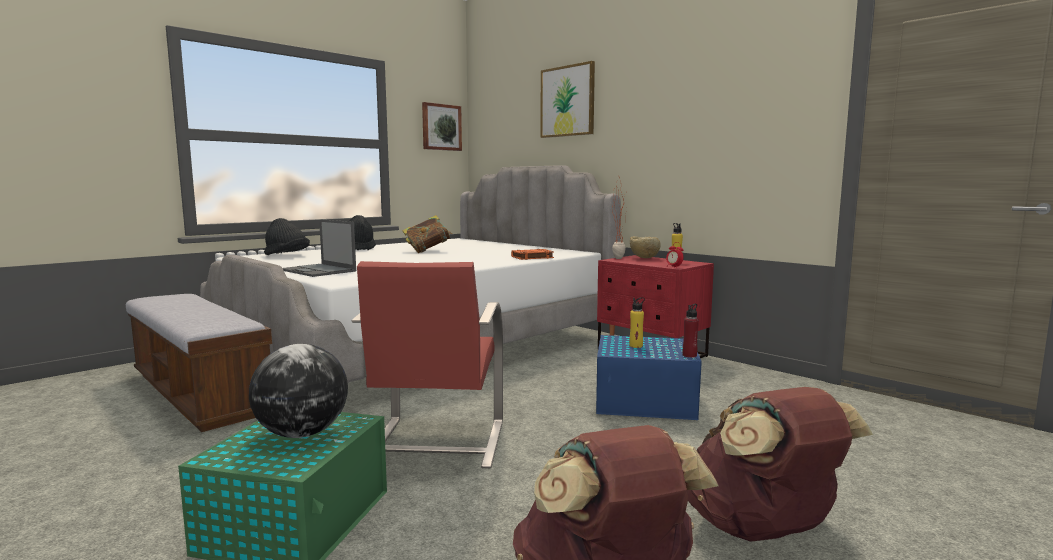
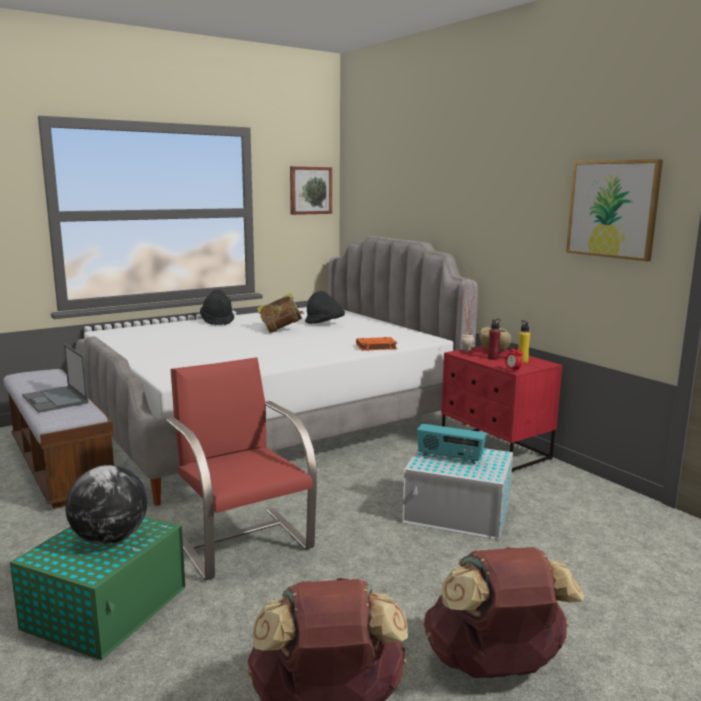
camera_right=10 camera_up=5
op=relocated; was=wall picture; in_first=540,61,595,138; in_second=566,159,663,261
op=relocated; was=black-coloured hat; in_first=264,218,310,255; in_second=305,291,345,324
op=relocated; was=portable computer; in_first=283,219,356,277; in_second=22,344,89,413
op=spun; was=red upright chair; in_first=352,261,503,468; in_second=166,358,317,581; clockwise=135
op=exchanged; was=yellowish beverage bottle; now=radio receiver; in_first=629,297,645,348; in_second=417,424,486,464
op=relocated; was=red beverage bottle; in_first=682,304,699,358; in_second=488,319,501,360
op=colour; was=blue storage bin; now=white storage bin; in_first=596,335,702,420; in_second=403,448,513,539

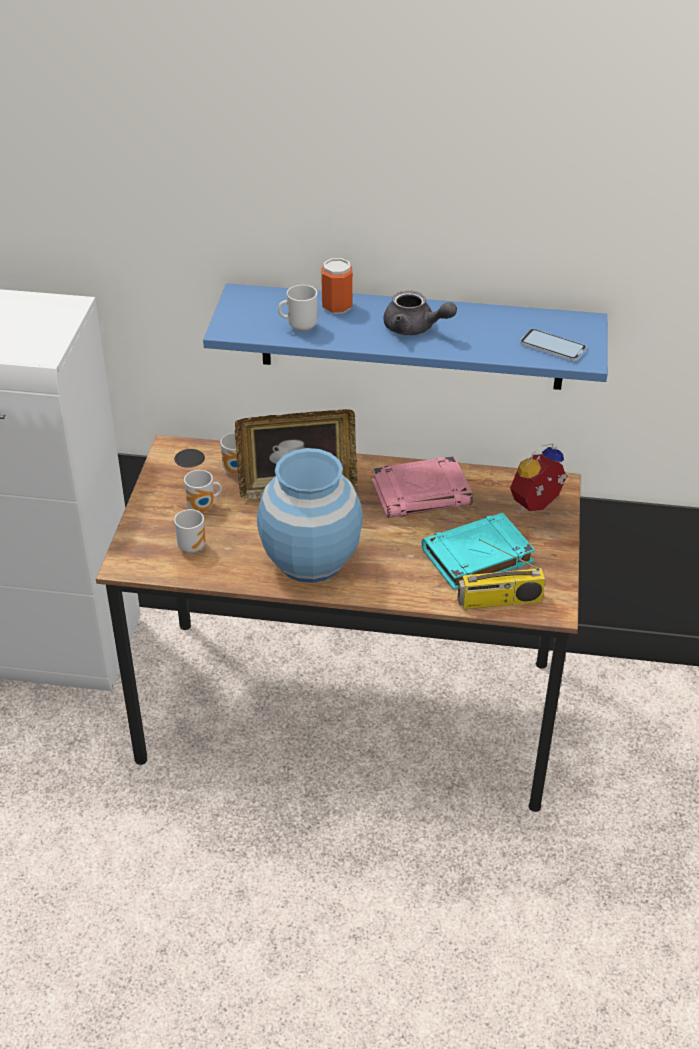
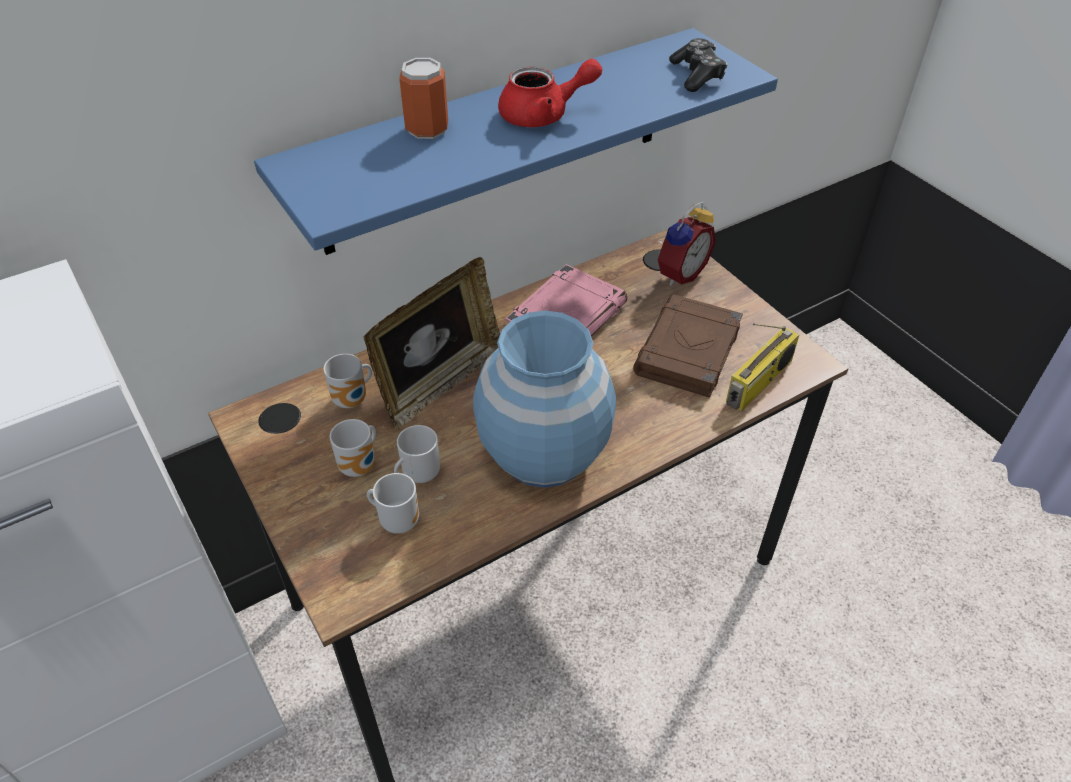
camera_right=-40 camera_up=5
op=relocated; was=tea mug; in_first=278,285,317,332; in_second=394,425,440,483
op=colour; was=greyish pot for tea; now=red pot for tea; in_first=383,290,457,335; in_second=498,58,602,127
op=exchanged; was=telephone; now=joypad; in_first=520,329,587,361; in_second=669,38,727,92
op=spun; was=bedside clock; in_first=510,443,567,512; in_second=657,202,716,286; clockwise=-150
op=colour; was=turquoise-coloured volume; now=brown volume; in_first=422,513,535,590; in_second=633,294,743,398

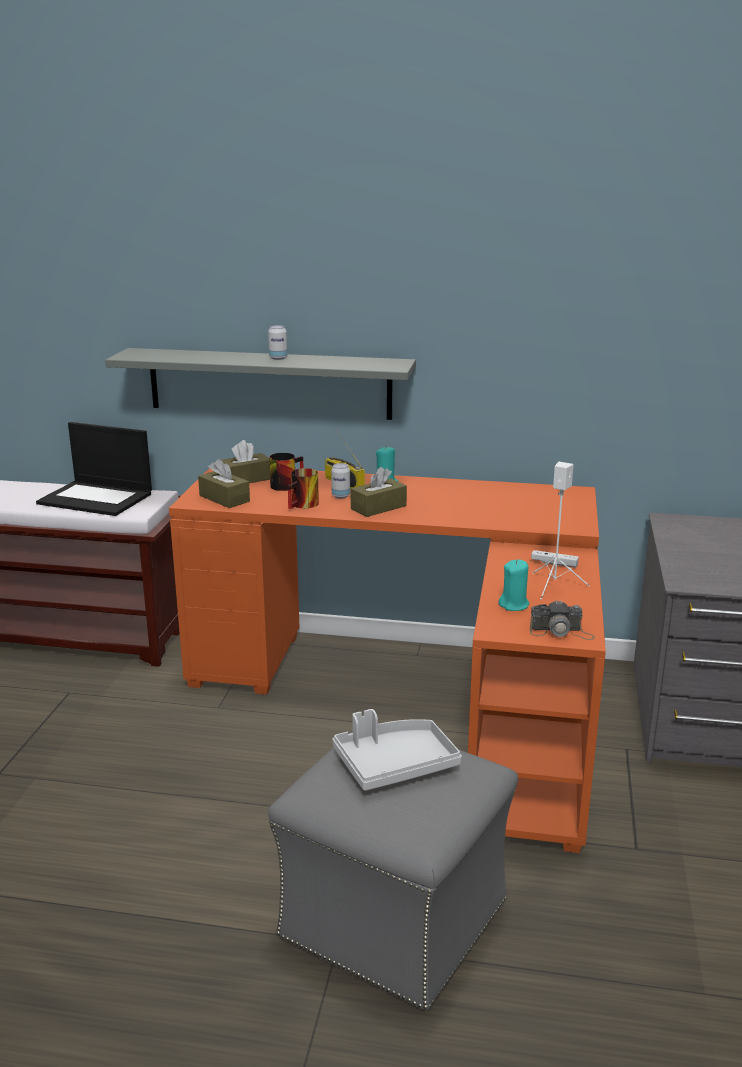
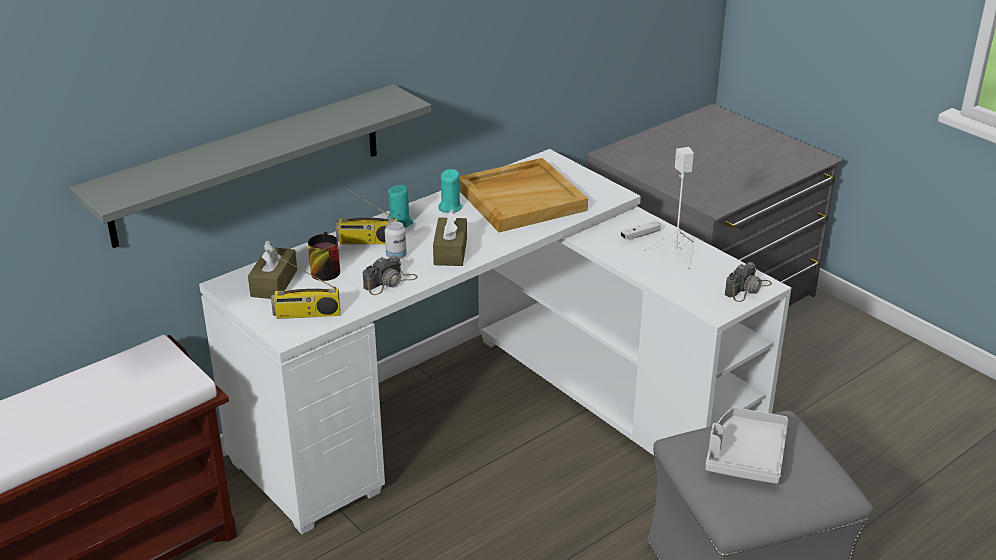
camera_right=-50 camera_up=10
op=missing; was=sealed can; in_first=268,325,287,360
op=missing; was=portable computer; in_first=36,422,152,516
op=exchanged; was=brown tissue holder; now=radio receiver; in_first=198,459,250,508; in_second=271,258,340,319
op=colour; was=orangey desk table; now=white desk table; in_first=169,468,606,853; in_second=199,149,791,534
op=exchanged; was=tea mug; now=photo camera; in_first=288,468,319,509; in_second=363,255,418,295
op=relocated; was=turquoise-coloured candle; in_first=498,560,529,611; in_second=438,169,462,213
op=appeared; now=sand-coloured tray; in_second=460,158,588,232

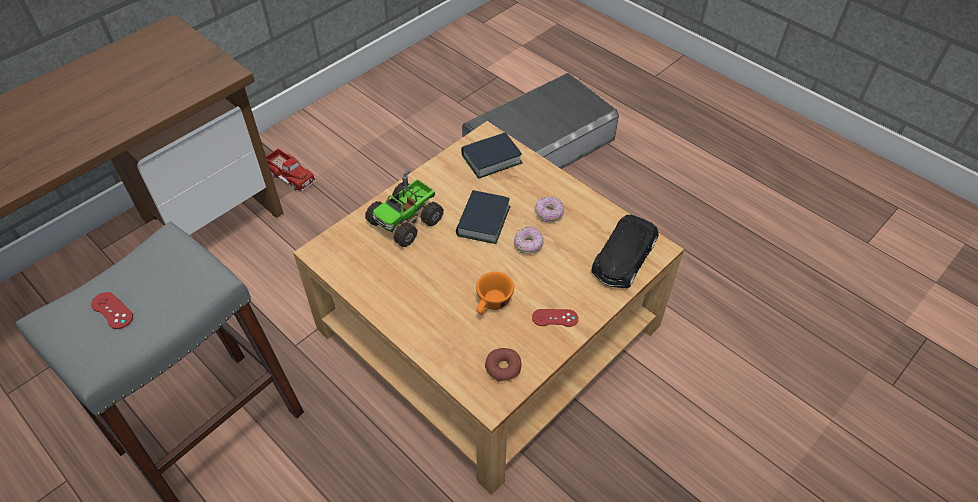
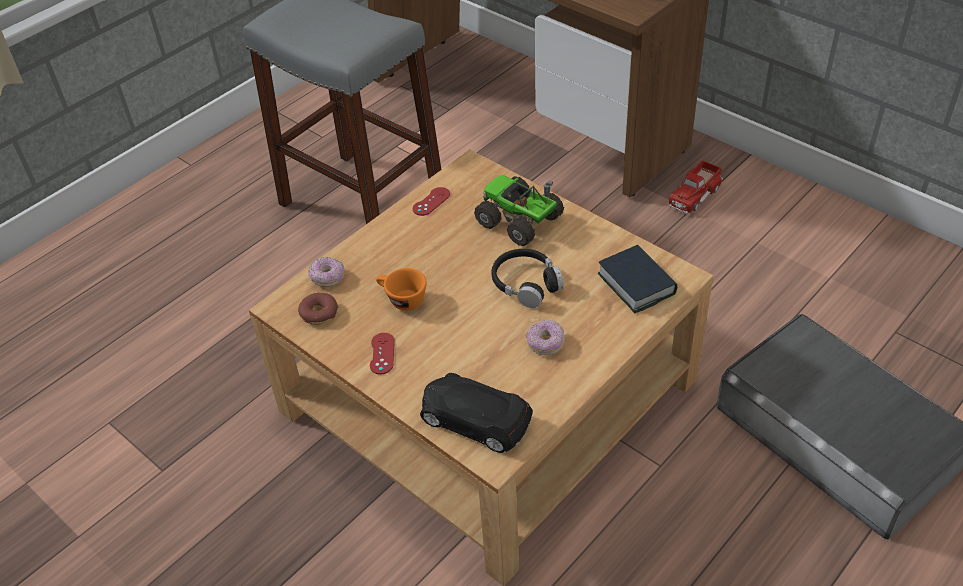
camera_right=90 camera_up=-5
op=exchanged; was=volume; now=black-coloured headset; in_first=456,190,511,244; in_second=491,249,564,308
op=relocated; was=doughnut; in_first=514,226,544,254; in_second=308,257,345,287
op=relocated; was=red joypad; in_first=91,292,133,329; in_second=413,187,450,216

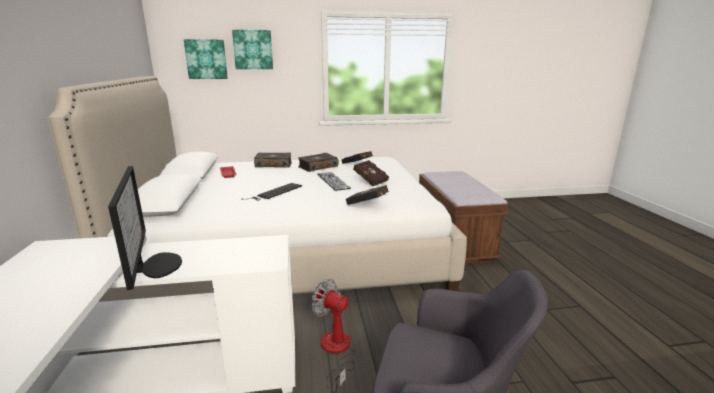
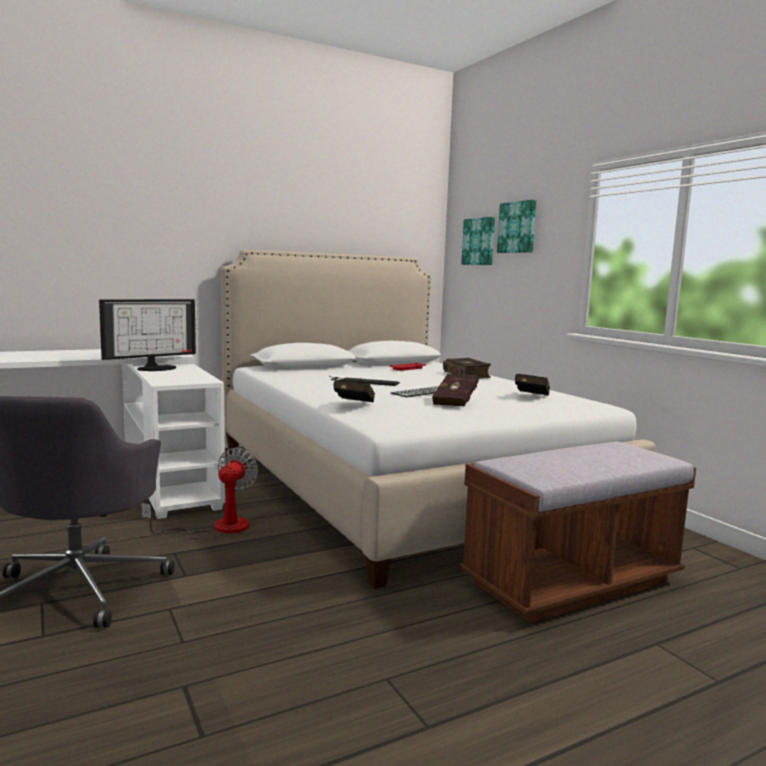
camera_right=70 camera_up=-10
op=missing; was=volume; in_first=298,153,339,172

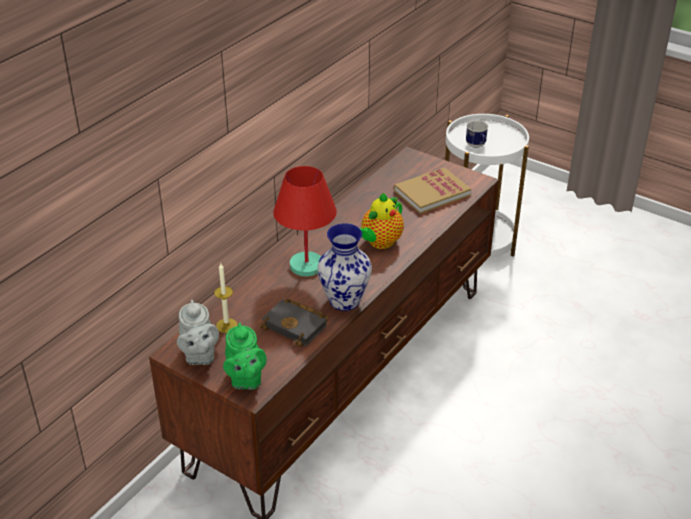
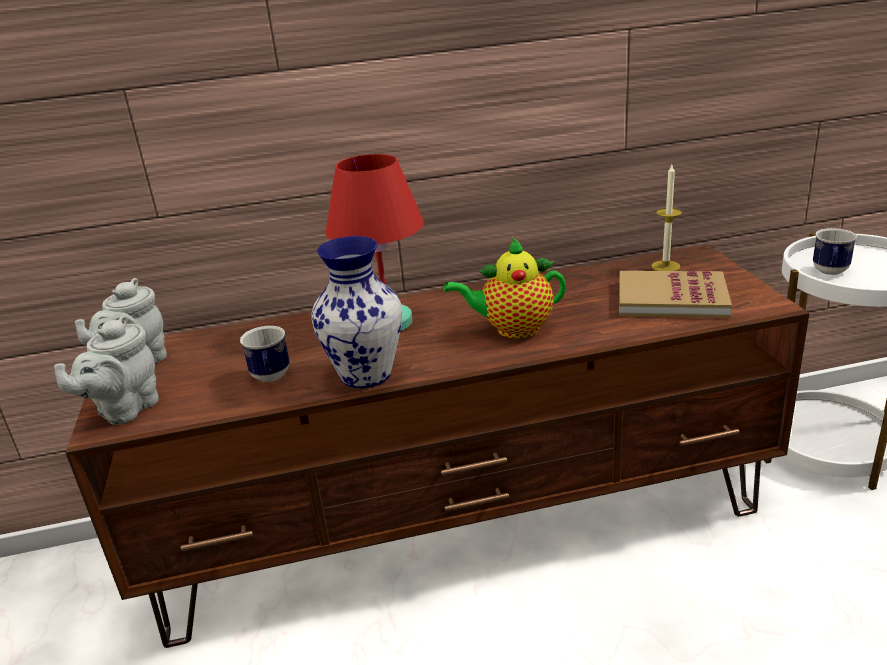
camera_right=45 camera_up=-10
op=relocated; was=candle; in_first=214,262,238,333; in_second=651,165,682,271
op=exchanged; was=black-coloured volume; now=tea mug; in_first=260,299,328,346; in_second=240,326,289,382
op=colour; was=green-coloured pot for tea; now=greyish pot for tea; in_first=223,323,267,390; in_second=54,315,159,425

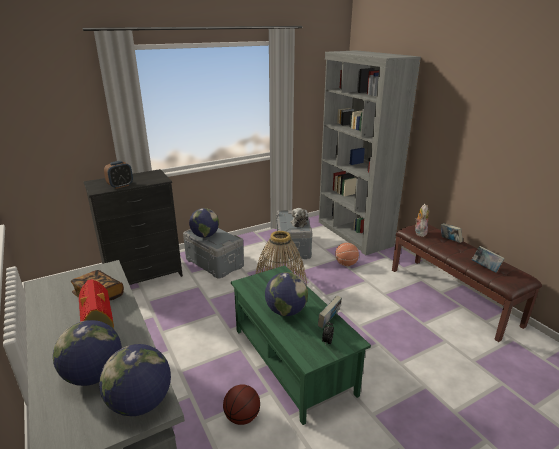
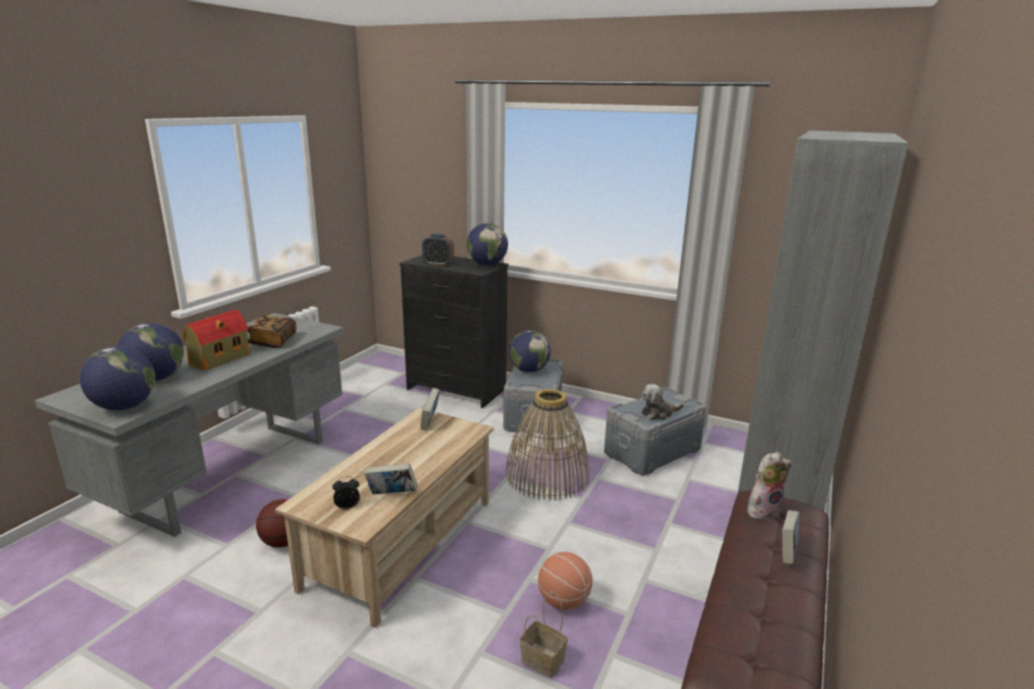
camera_right=55 camera_up=-5
op=relocated; was=ball for basketball; in_first=335,243,359,266; in_second=538,552,592,610
op=relocated; was=volume; in_first=472,246,505,273; in_second=420,388,439,431
op=colour; was=green-coloured coffee table; now=sand-coloured coffee table; in_first=231,266,371,425; in_second=275,408,494,628
op=relocated; was=world globe; in_first=265,272,308,316; in_second=467,223,508,265
op=appeared; now=household basket; in_second=520,592,567,678

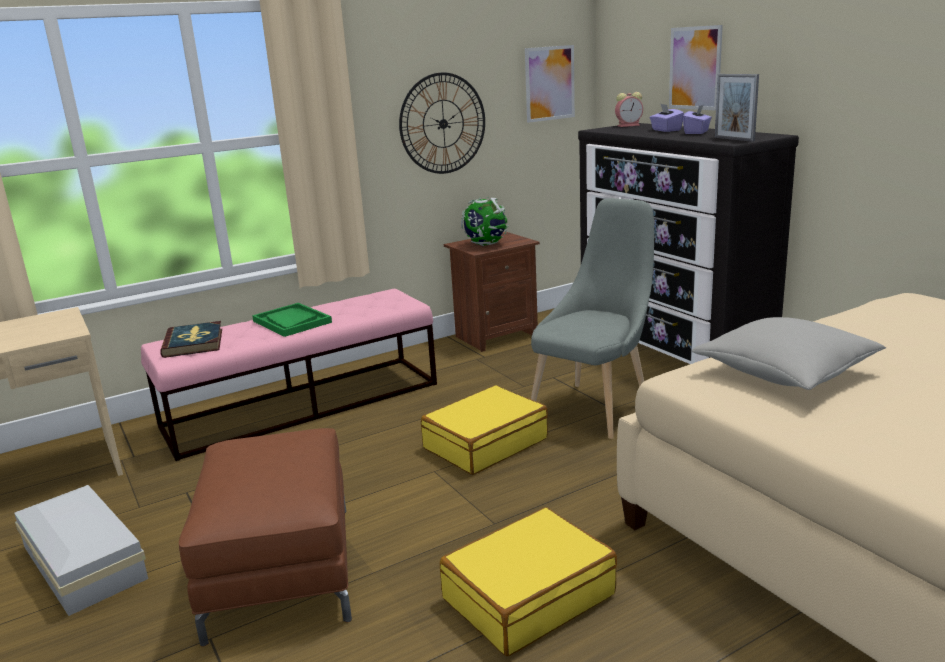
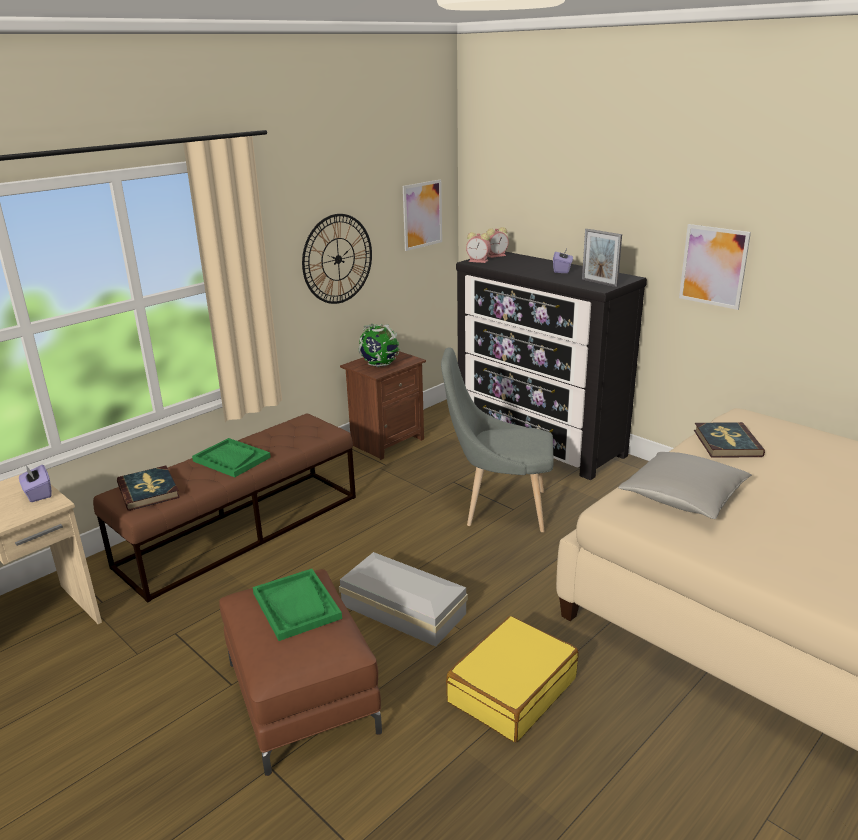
camera_right=-15 camera_up=5
op=relocated; was=wall picture; in_first=669,25,723,111; in_second=679,224,751,310
op=relocated; was=purple-coloured tissue holder; in_first=650,104,684,132; in_second=19,465,52,502
op=spun; was=greyish upright chair; in_first=531,198,654,439; in_second=441,347,554,532; clockwise=-105
op=colour; was=pinkish long seat; now=brown long seat; in_first=141,289,437,461; in_second=93,413,356,603
op=missing; was=yellowish suitcase; in_first=421,385,548,475
op=relocated; was=white storage bin; in_first=14,485,148,616; in_second=339,552,468,647
op=appeared; now=bedside clock; in_second=466,232,491,263
op=appeared; now=volume; in_second=694,422,765,458
op=appeared; now=green-coloured tray; in_second=253,569,342,641

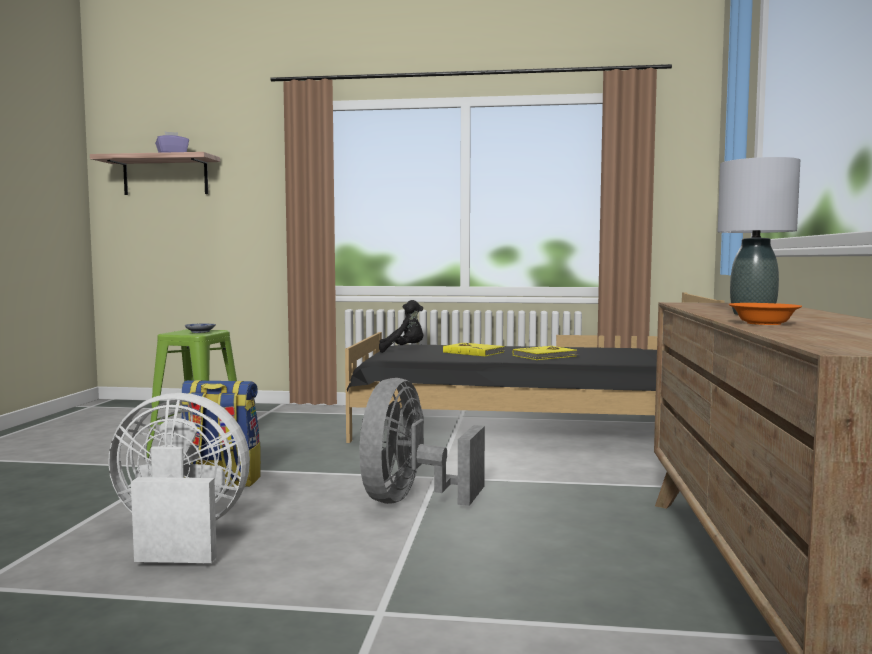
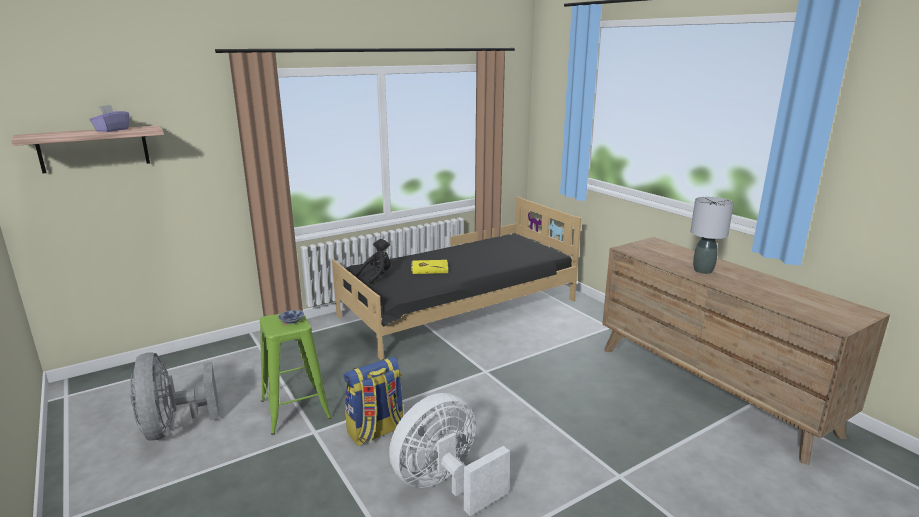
camera_right=-40 camera_up=15
op=missing; was=orangey bowl; in_first=729,303,802,325
op=missing; was=yellowish volume; in_first=513,346,580,360
op=relocated; was=greyish cooling fan; in_first=359,378,485,506; in_second=130,352,219,440

